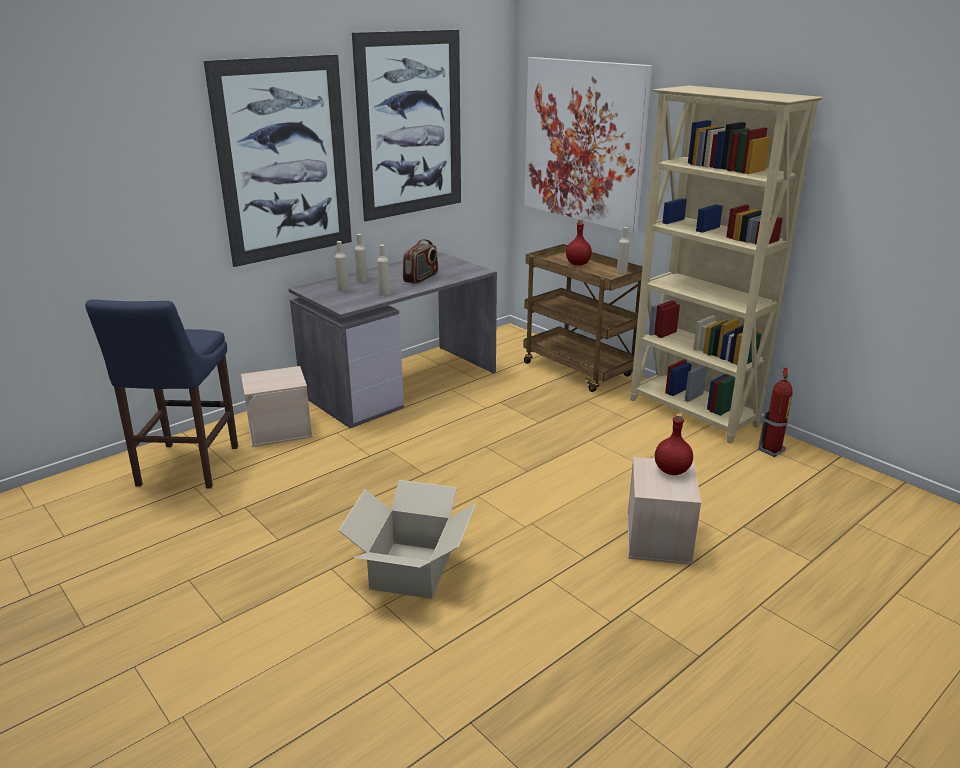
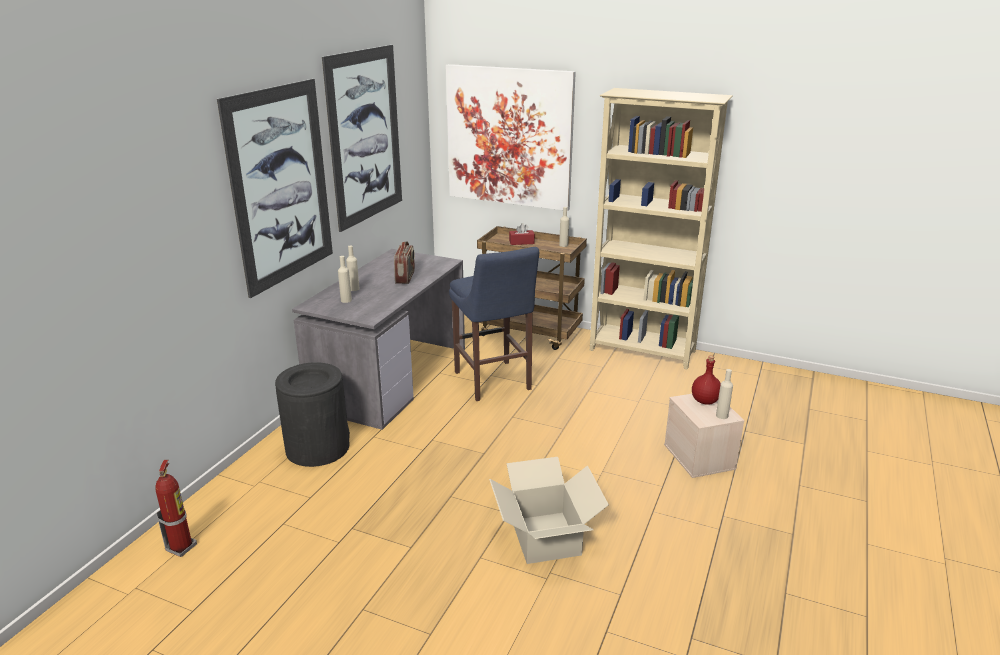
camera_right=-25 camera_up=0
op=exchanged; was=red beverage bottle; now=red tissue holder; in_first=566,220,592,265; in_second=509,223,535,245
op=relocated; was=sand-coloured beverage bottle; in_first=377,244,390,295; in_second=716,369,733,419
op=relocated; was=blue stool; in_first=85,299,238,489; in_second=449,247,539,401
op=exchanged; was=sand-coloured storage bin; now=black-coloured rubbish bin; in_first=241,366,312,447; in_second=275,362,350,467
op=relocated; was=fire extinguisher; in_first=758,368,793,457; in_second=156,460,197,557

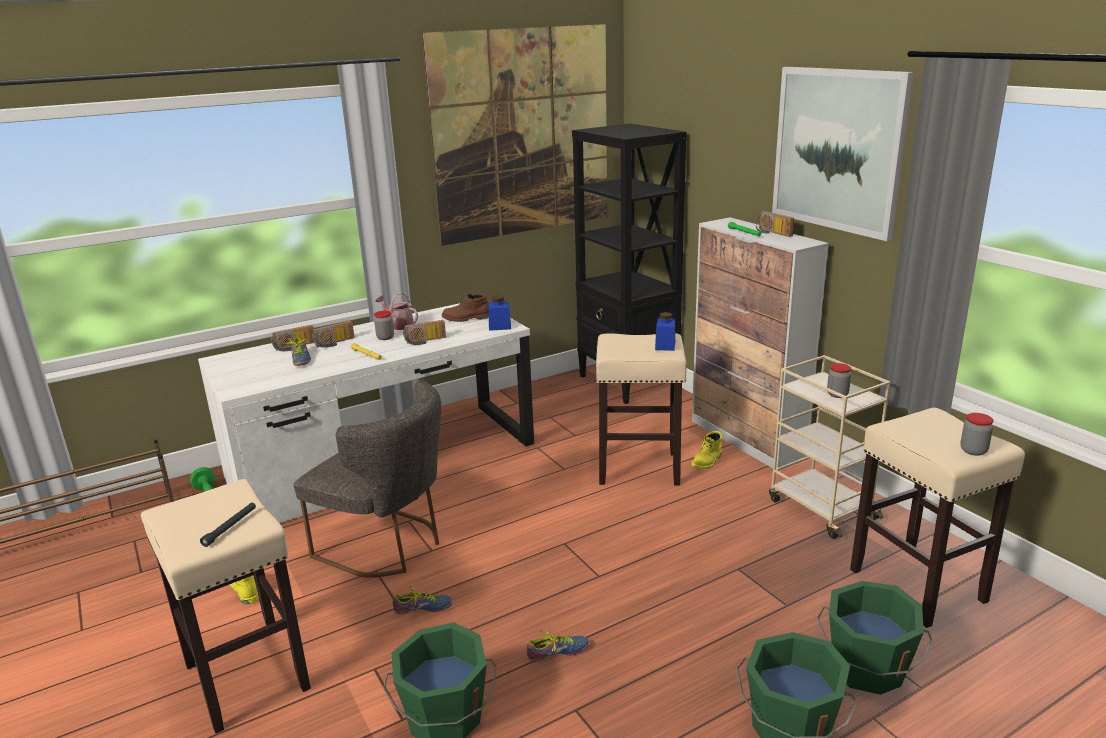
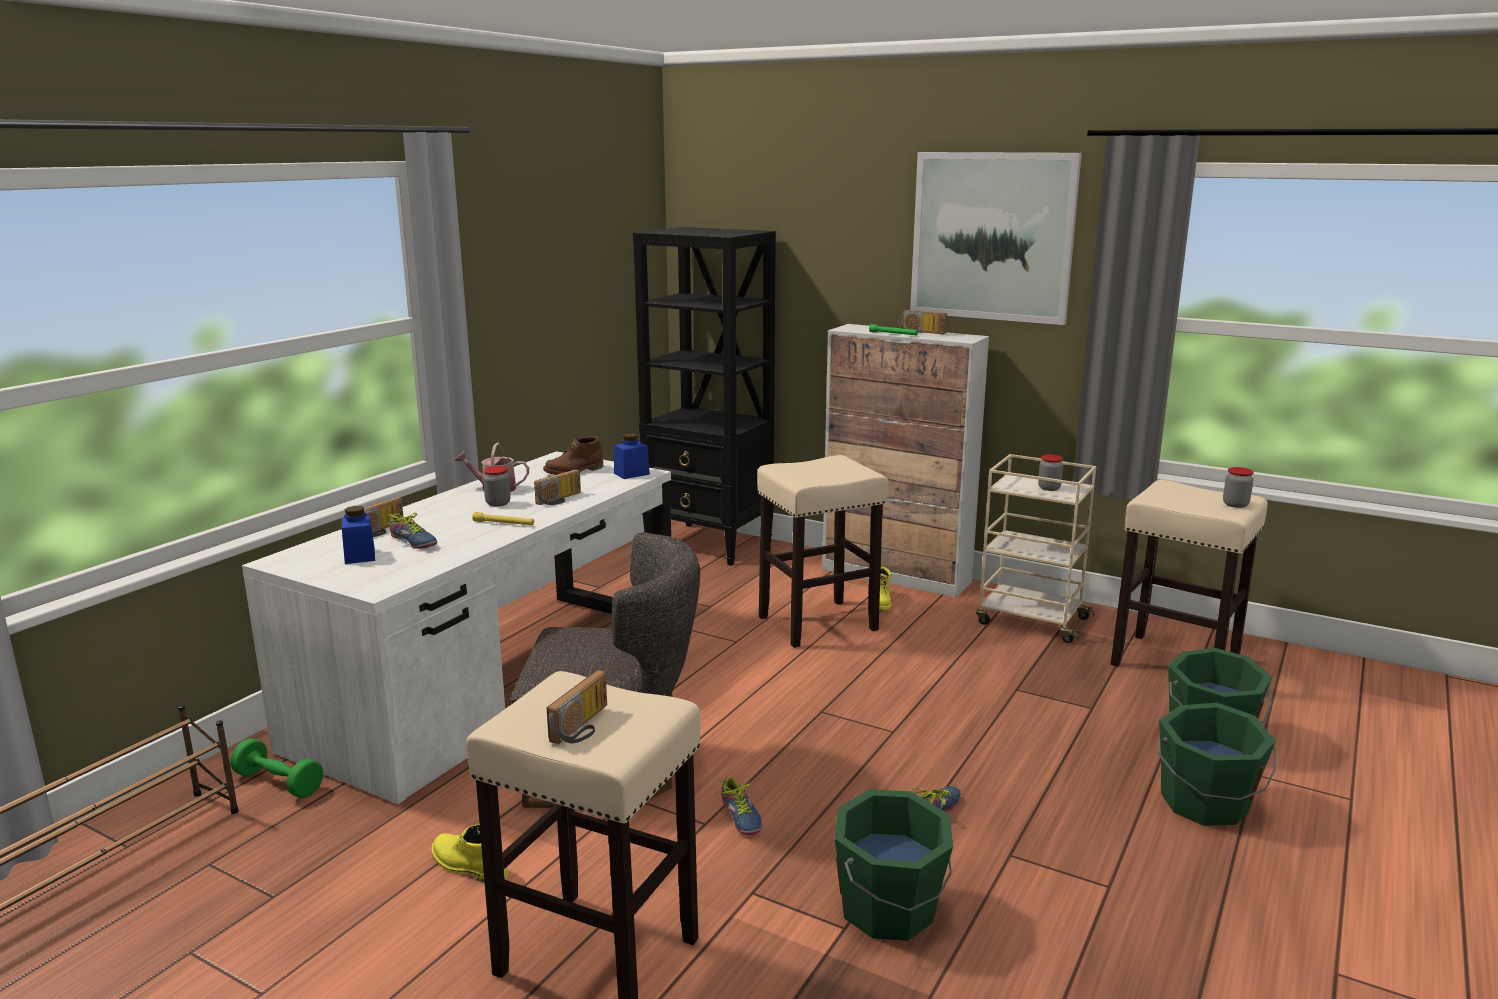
camera_right=-30 camera_up=-5
op=missing; was=wall picture; in_first=422,24,607,246
op=relocated; was=blue jar; in_first=655,312,675,351; in_second=342,506,375,564
op=relocated; was=radio receiver; in_first=312,321,355,348; in_second=547,670,607,744
op=missing; was=black-coloured torch; in_first=200,503,256,547
op=spun; was=item of footwear; in_first=393,586,453,614; in_second=717,777,762,835; clockwise=105

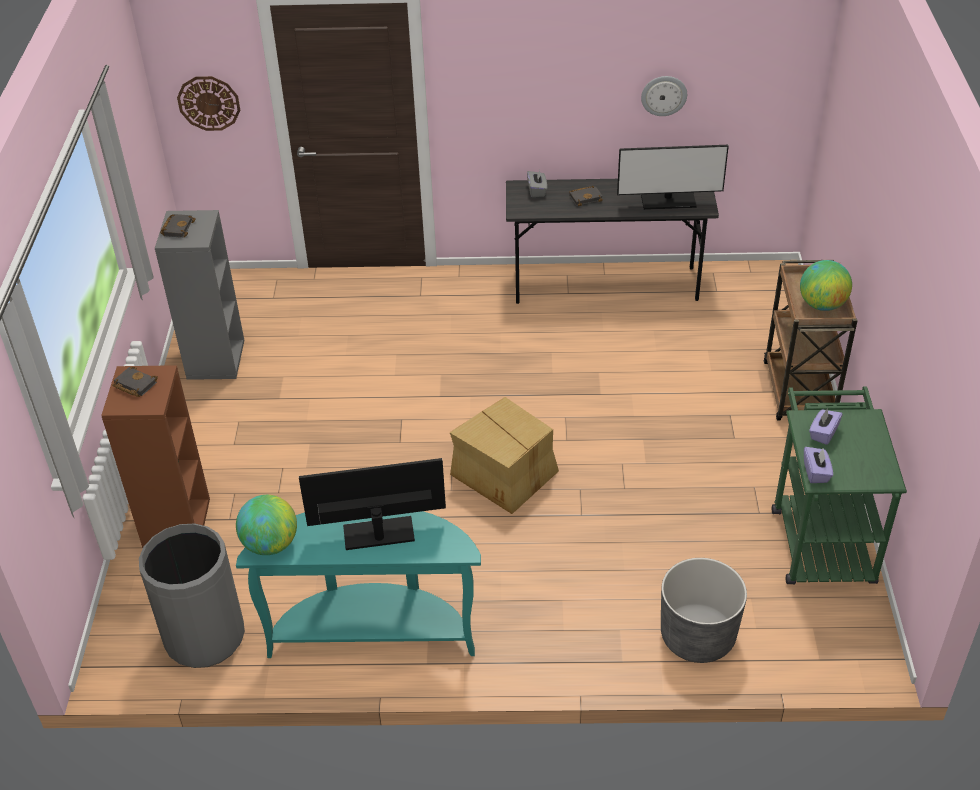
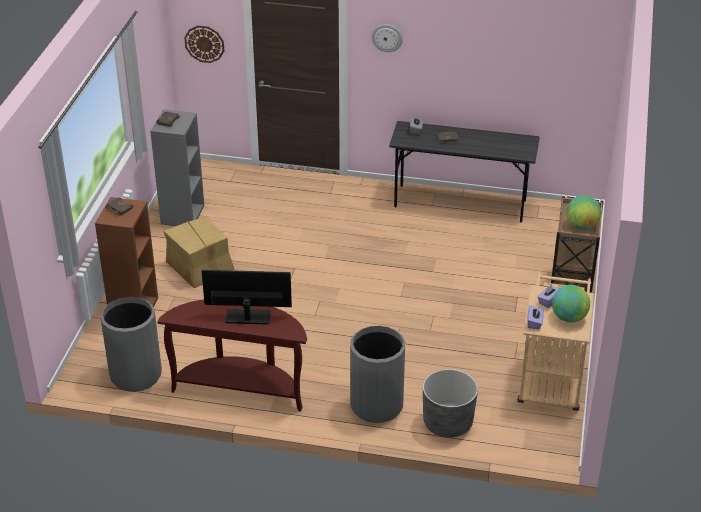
camera_right=10 camera_up=-5
op=relocated; was=clock on the wall; in_first=641,76,687,116; in_second=371,24,403,52
op=missing; was=computer screen; in_first=617,145,729,210
op=colour; was=green-coloured wheeled cart; now=sand-coloured wheeled cart; in_first=772,386,907,585; in_second=517,273,594,411
op=relocated; was=carton; in_first=450,397,559,514; in_second=163,216,234,288
op=relocated; was=world globe; in_first=236,495,297,555; in_second=552,285,590,323
op=colour; was=turquoise-coloured hall table; now=brown hall table; in_first=236,511,481,658; in_second=157,300,307,412
op=appeared; now=greyish rubbish bin; in_second=350,326,405,423

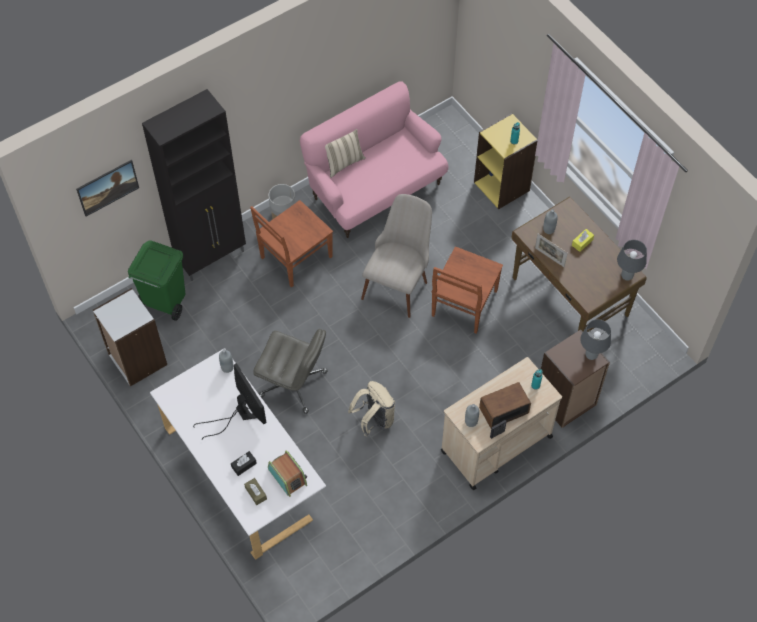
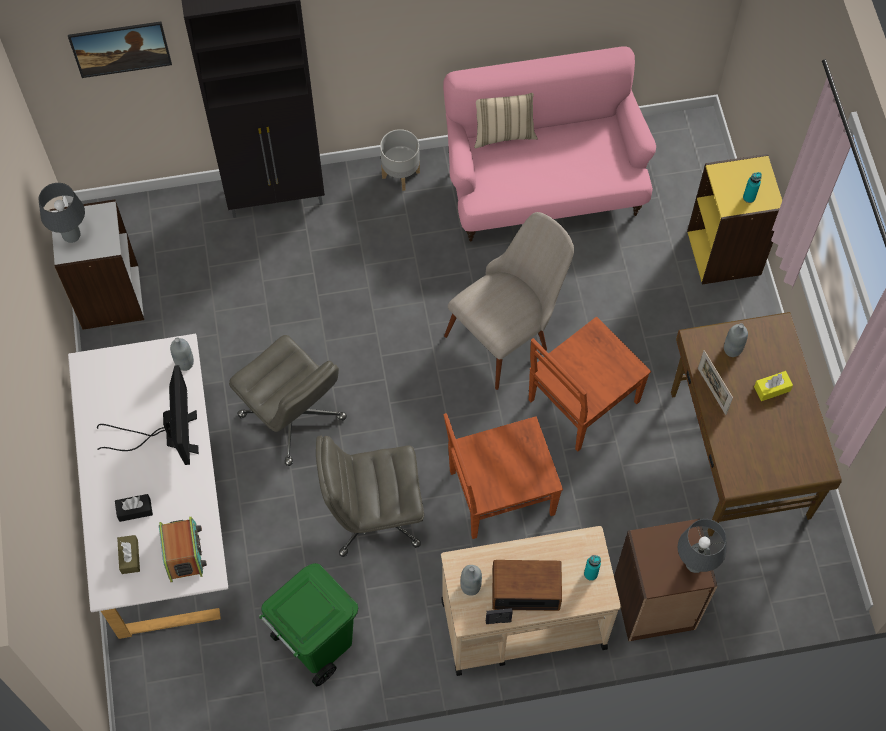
camera_right=25 camera_up=5
op=relocated; was=brown upright chair; in_first=250,200,333,288; in_second=444,413,563,539
op=relocated; was=green-coloured rubbish bin; in_first=128,240,185,321; in_second=259,563,358,686
op=relocated; was=greyish lamp for a table; in_first=617,240,647,281; in_second=39,183,85,243
op=exchanged; was=sand-coloured knapsack; now=greyish computer chair; in_first=348,381,395,437; in_second=316,436,424,557

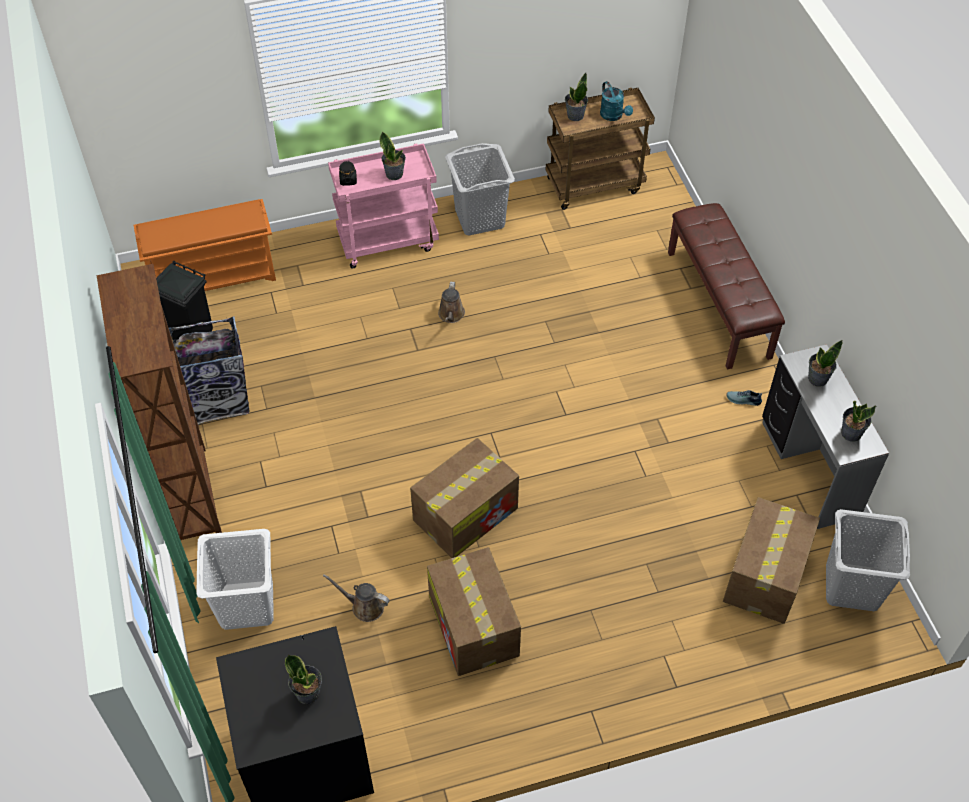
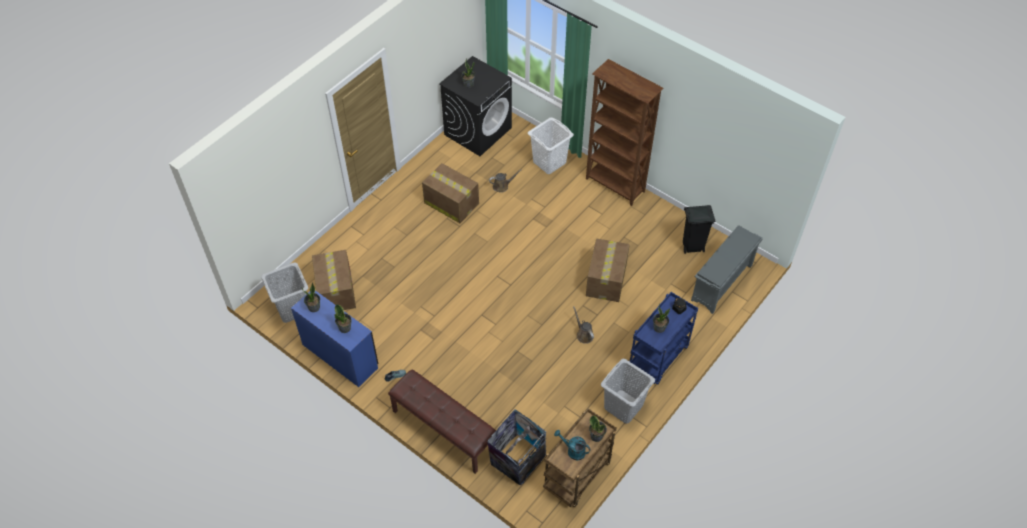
camera_right=145 camera_up=0
op=colour; was=pinkish wheeled cart; now=blue wheeled cart; in_first=328,143,439,268; in_second=630,292,698,384
op=colour; was=orangey shoe rack; now=greyish shoe rack; in_first=134,199,276,291; in_second=691,225,763,314
op=relocated; was=rubbish bin; in_first=168,316,250,425; in_second=487,409,546,485
op=colour; was=greyish desk table; now=blue desk table; in_first=762,344,889,529; in_second=291,290,378,387
op=relocated; was=carton; in_first=410,438,519,558; in_second=586,238,630,302

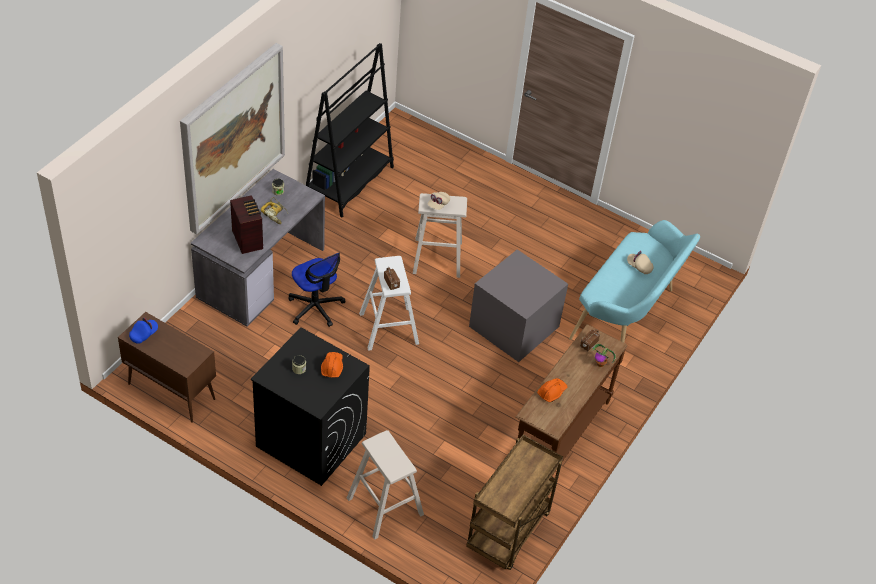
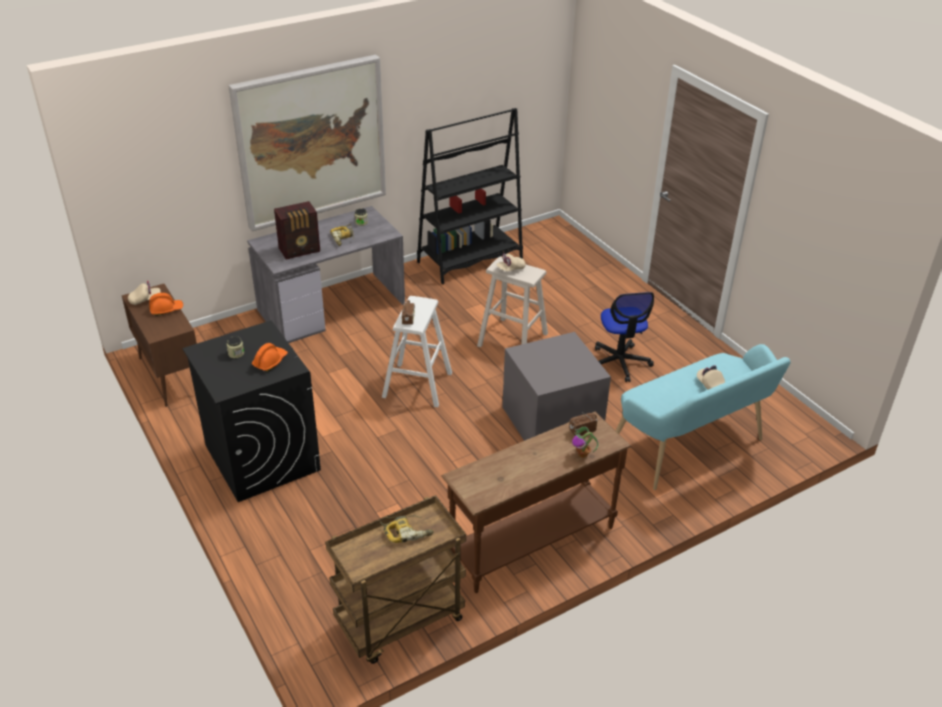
camera_right=30 camera_up=-10
op=spun; was=radio receiver; in_first=230,195,263,254; in_second=274,201,320,260; clockwise=60
op=relocated; was=computer chair; in_first=288,253,346,327; in_second=595,292,654,382
op=colour; was=blue peaked cap; now=sand-coloured peaked cap; in_first=129,318,158,344; in_second=128,281,161,305
op=relocated; was=orangey safety helmet; in_first=537,378,567,402; in_second=149,293,183,316
op=missing; was=sand-coloured stool; in_first=347,430,424,540
op=appeared; now=power drill; in_second=380,515,434,543

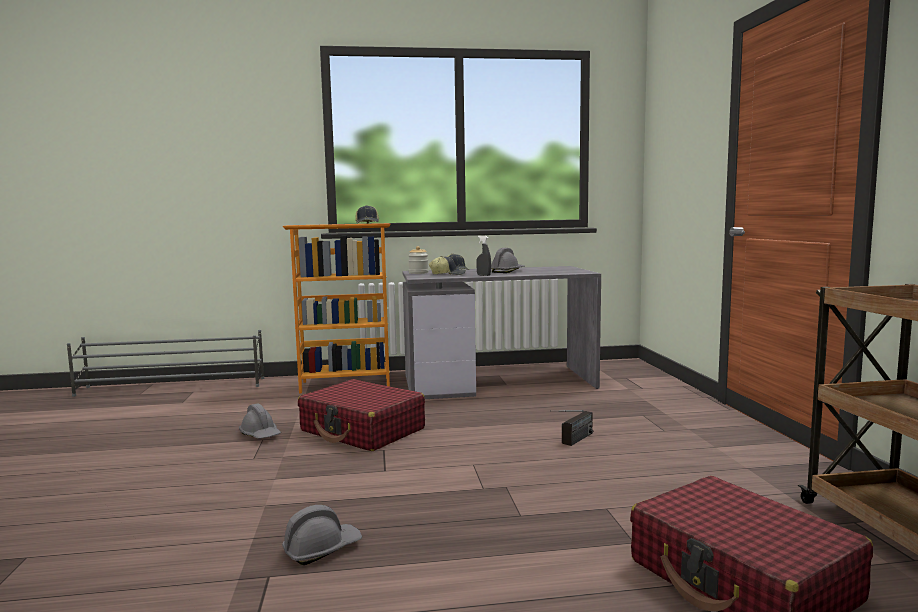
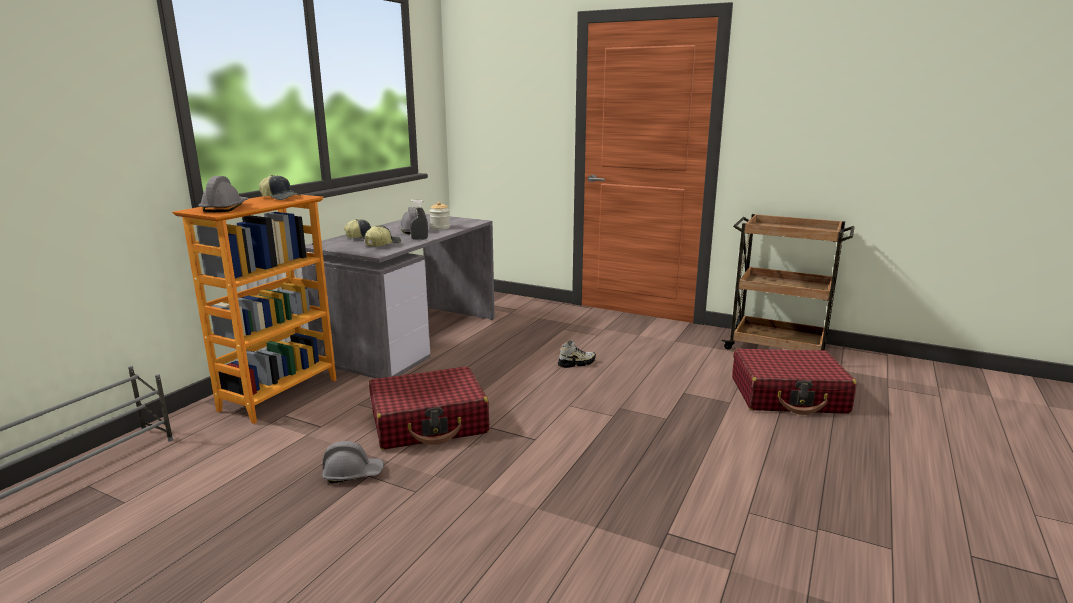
camera_right=-55 camera_up=10
op=relocated; was=jar; in_first=408,246,429,274; in_second=430,202,450,230
op=exchanged; was=radio receiver; now=item of footwear; in_first=550,410,593,446; in_second=558,340,596,368
op=relocated; was=greyish safety helmet; in_first=282,505,362,565; in_second=198,176,249,212

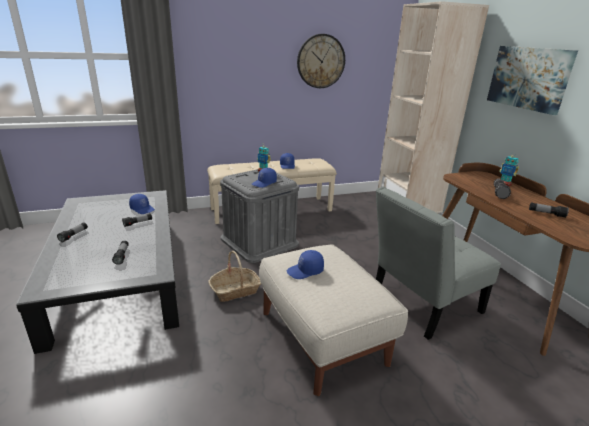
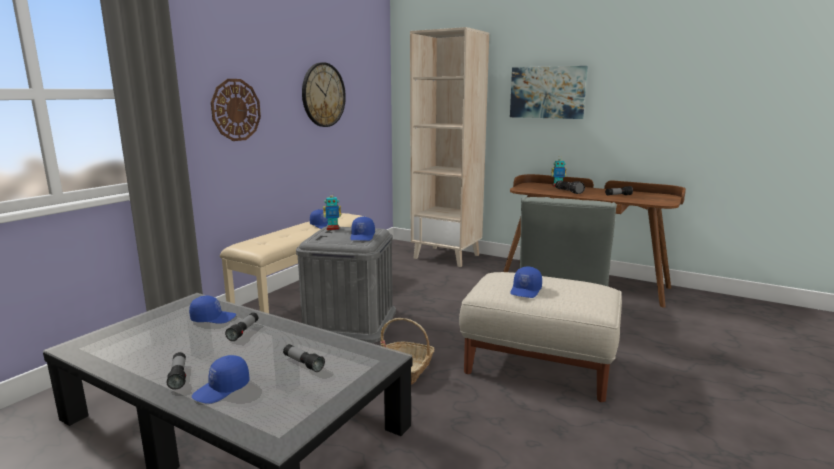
camera_right=-40 camera_up=-10
op=appeared; now=clock on the wall; in_second=211,79,261,141
op=appeared; now=blue peaked cap; in_second=192,355,250,404

